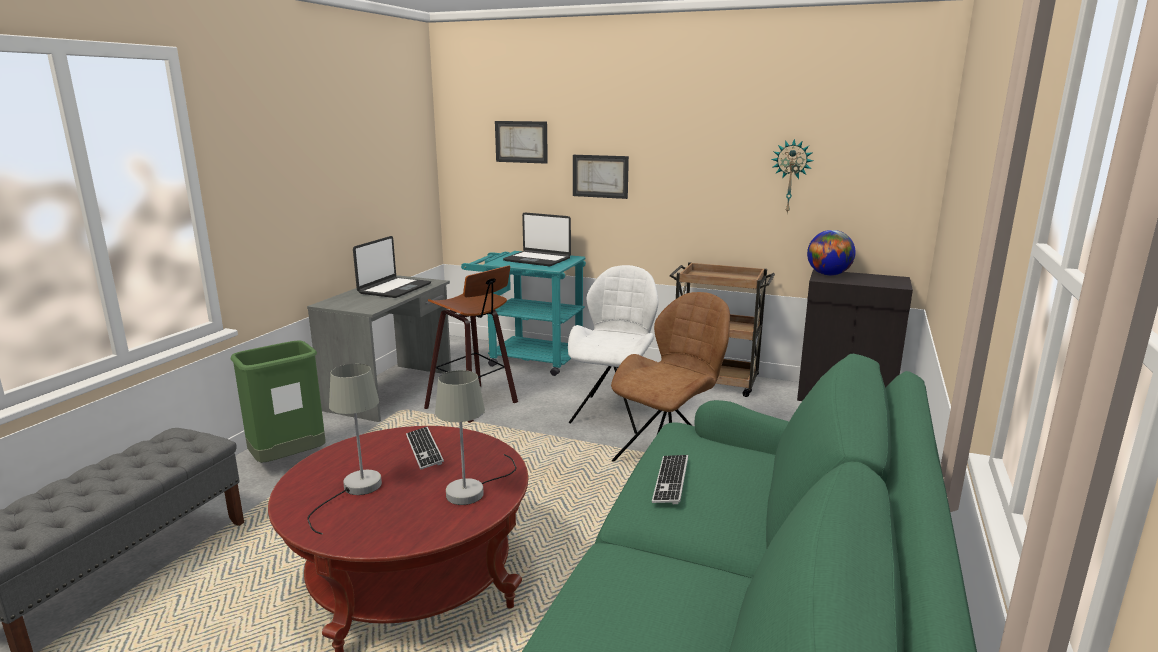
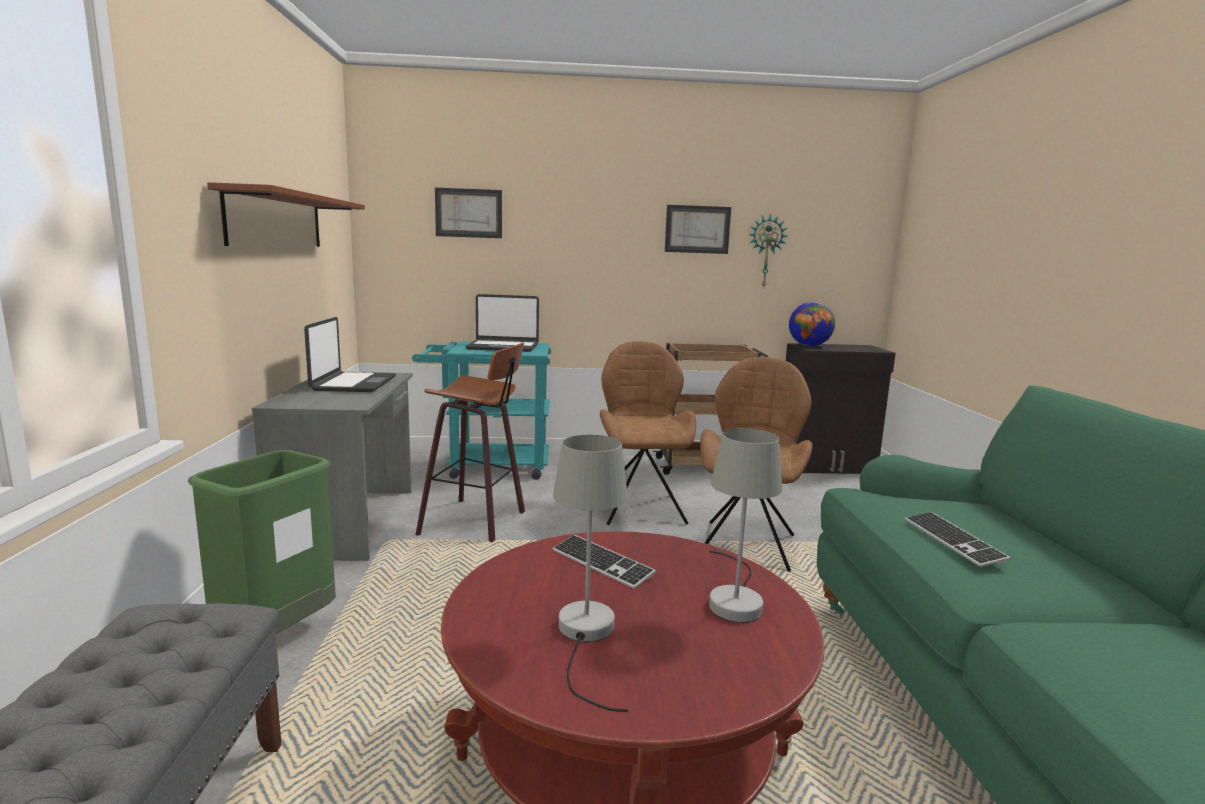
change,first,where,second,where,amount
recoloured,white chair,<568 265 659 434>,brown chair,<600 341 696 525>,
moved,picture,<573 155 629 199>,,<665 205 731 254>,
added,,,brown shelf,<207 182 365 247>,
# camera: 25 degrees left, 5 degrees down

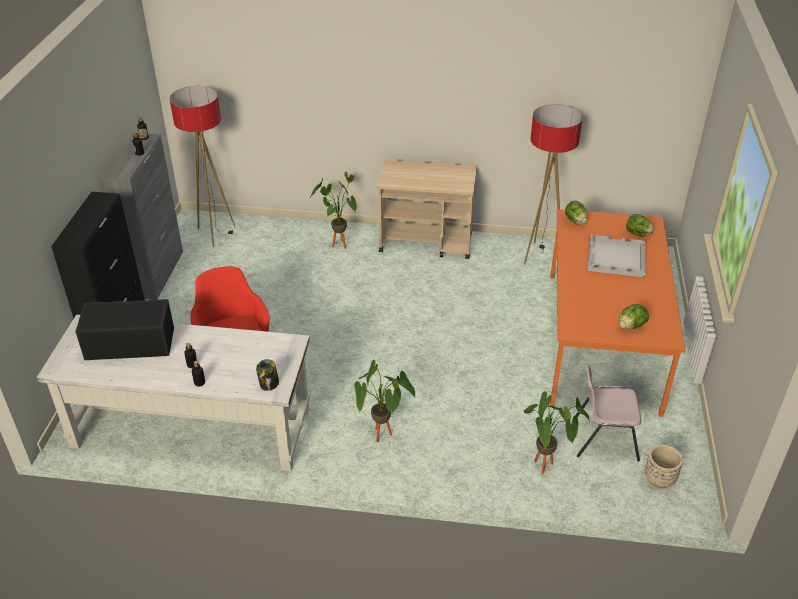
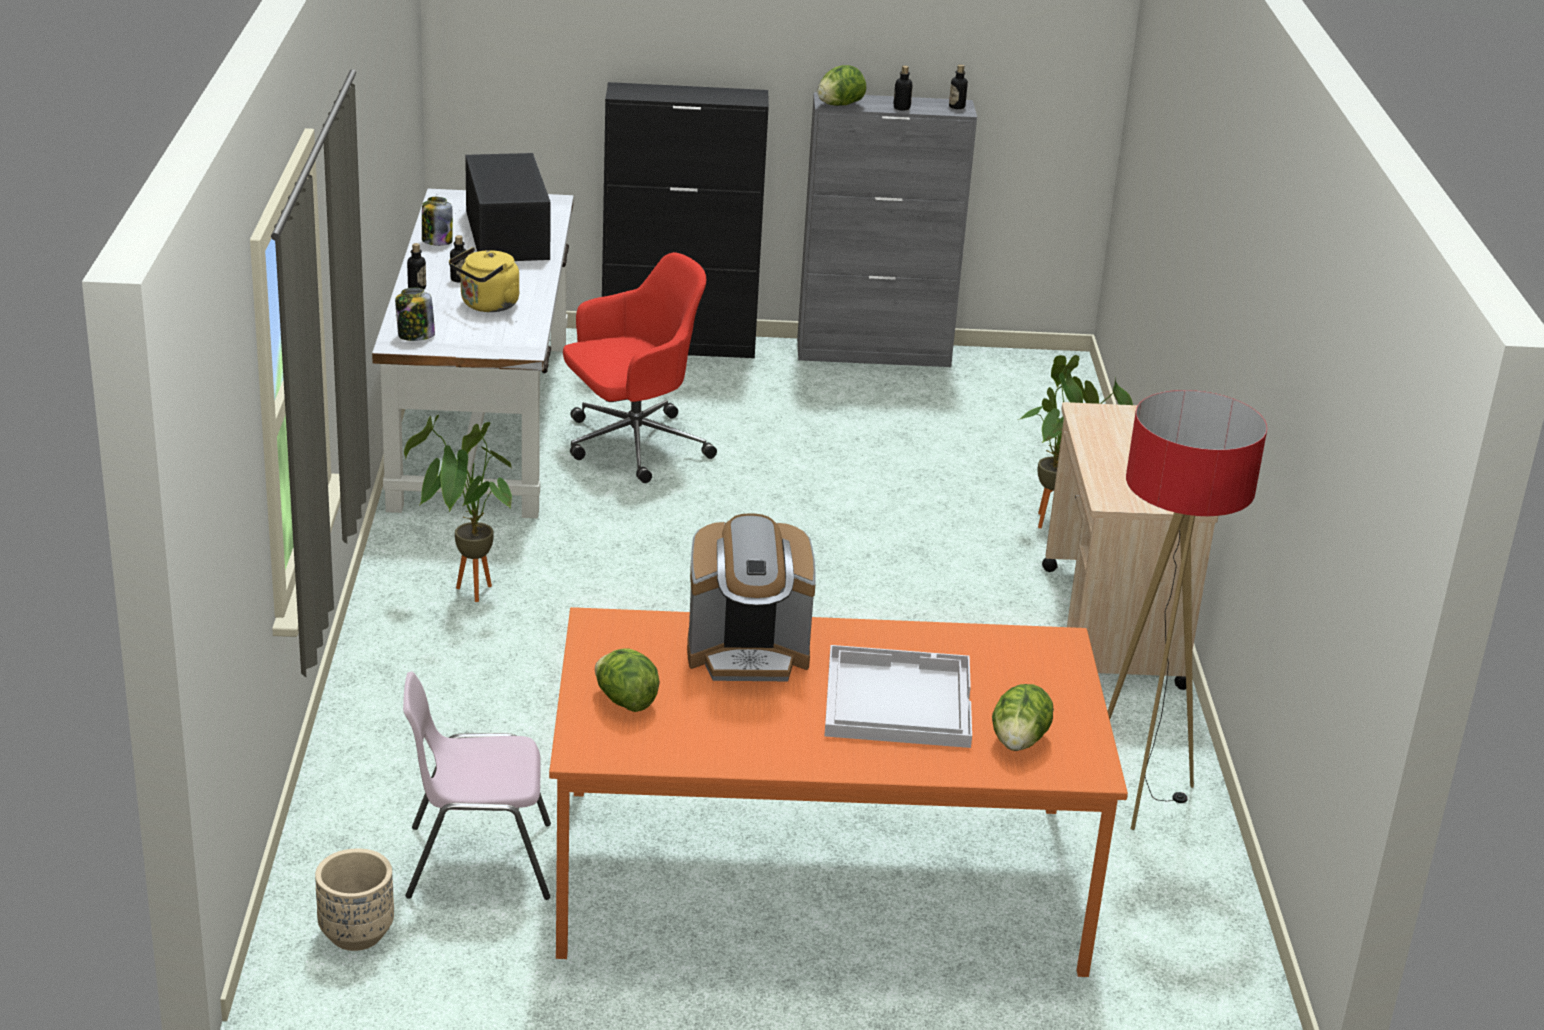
change,first,where,second,where,amount
removed,floor lamp,<170 86 236 247>,,,
removed,potted plant,<524 391 589 475>,,,
moved,lettuce,<565 201 587 224>,,<817 65 866 106>,
turned,pink chair,<576 364 641 462>,,<403 672 551 900>,90 degrees counterclockwise
added,,,jar,<422 197 453 246>,
added,,,yellow kettle,<449 247 519 312>,
added,,,coffee machine,<687 514 816 681>,
# camera: 80 degrees right, 10 degrees down

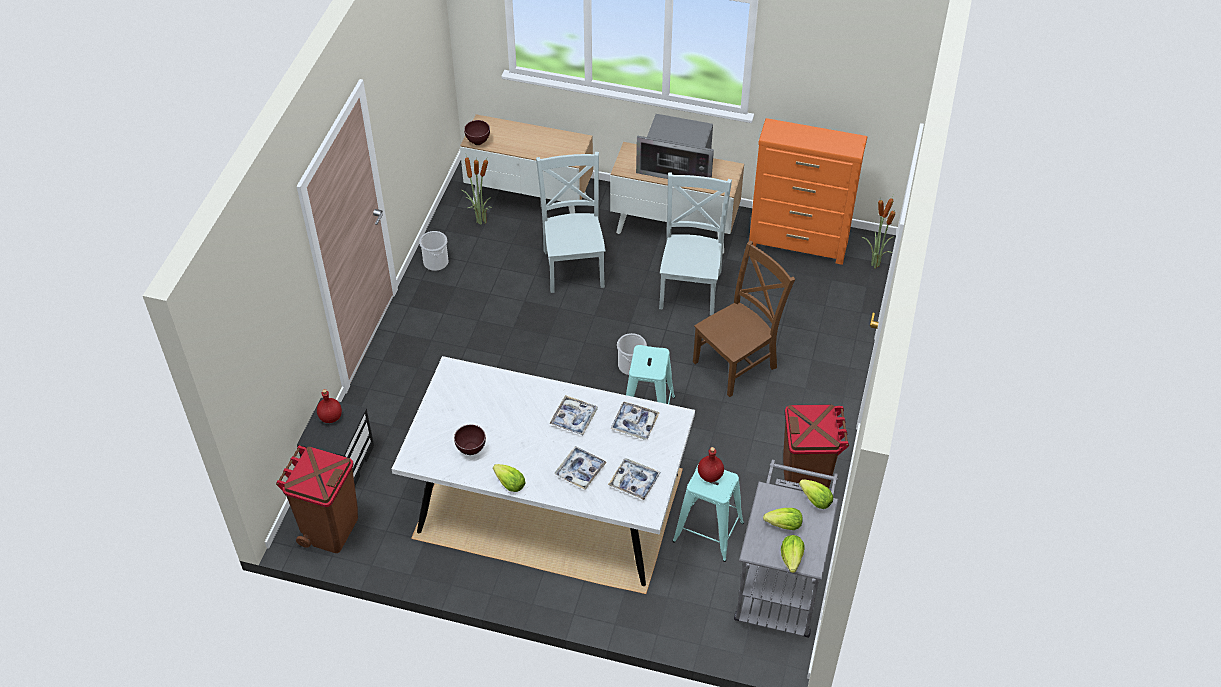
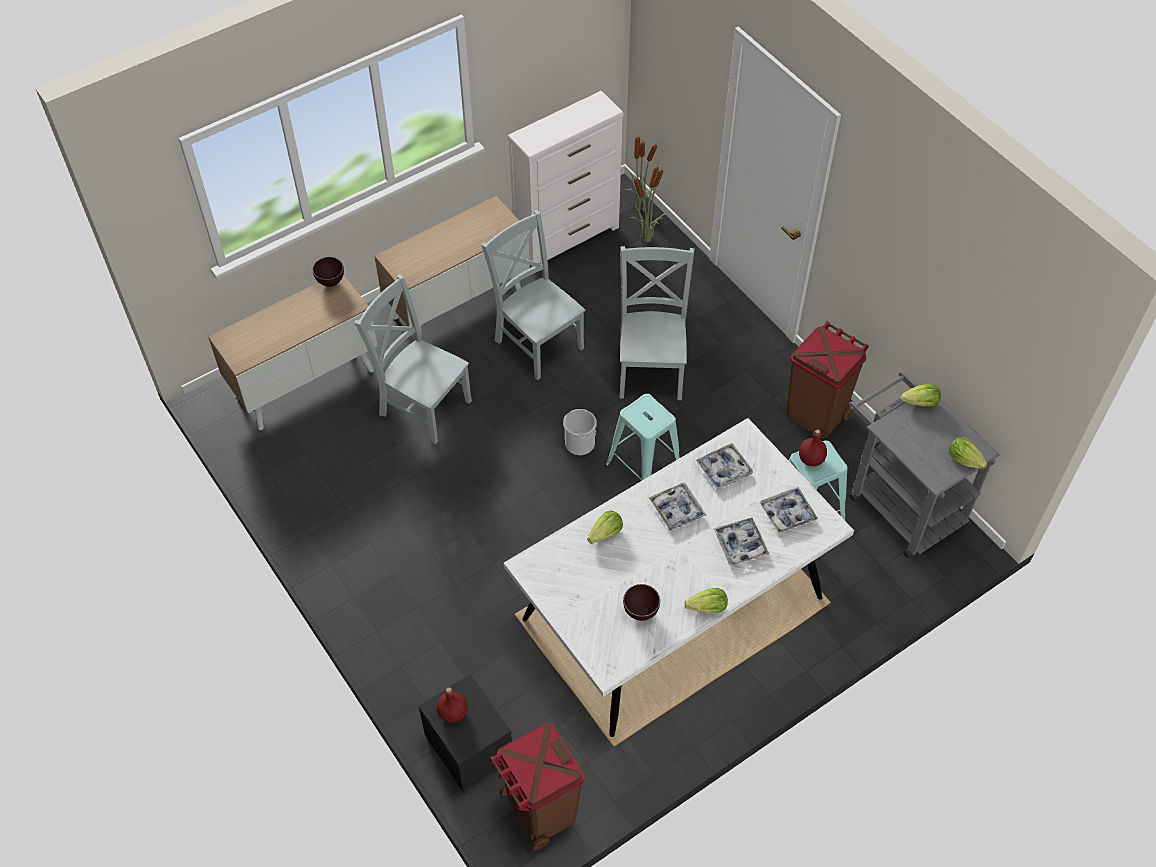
change,first,where,second,where,amount
removed,bucket,<419 231 449 271>,,,
moved,potted plant,<462 155 492 224>,,<630 161 668 243>,
moved,brown bowl,<464 120 490 145>,,<312 257 344 287>,
removed,microwave,<636 114 714 179>,,,
recoloured,brown chair,<693 241 795 397>,grey chair,<619 246 695 400>,
recoloured,orange dresser,<749 118 867 265>,white dresser,<508 91 624 268>,
moved,lettuce,<763 508 803 530>,,<587 510 623 544>,
# camera: 50 degrees left, 5 degrees up

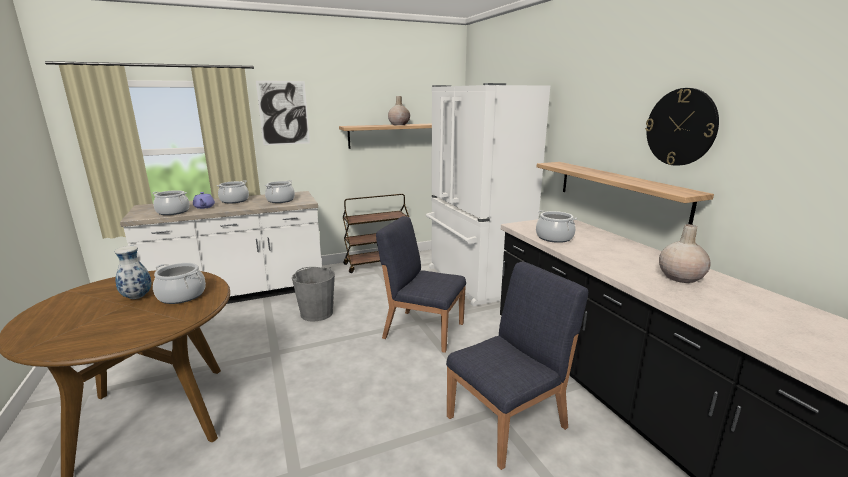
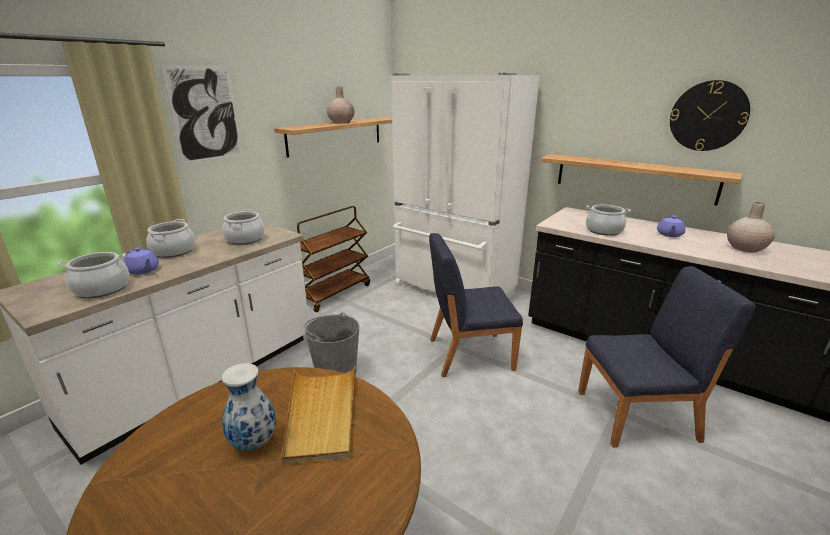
change,first,where,second,where,amount
replaced,cooking pot,<153 263 206 304>,beige tray,<281 366 355 464>,
turned,blue chair,<446 261 588 470>,,<578 266 755 448>,60 degrees clockwise
added,,,purple teapot,<657 216 686 237>,
# camera: 30 degrees left, 5 degrees up

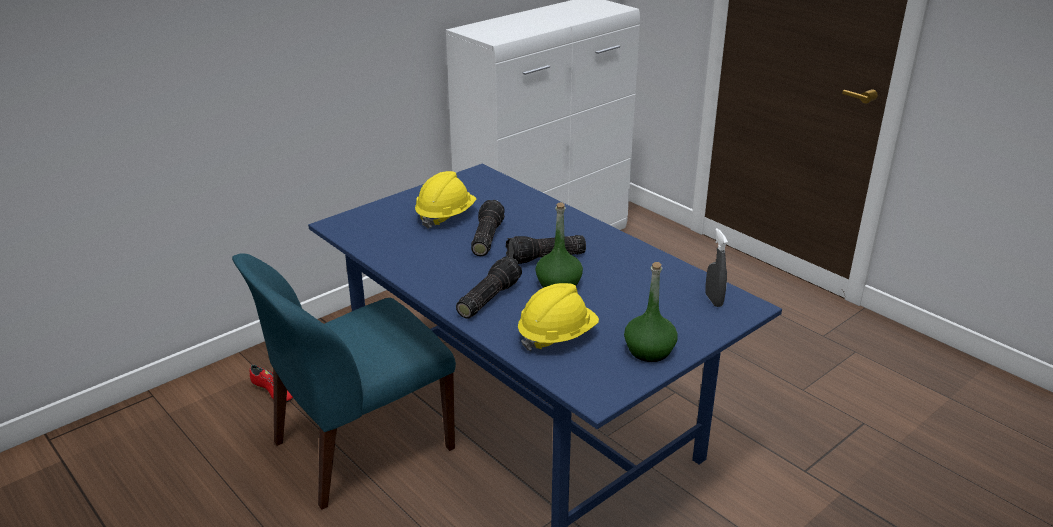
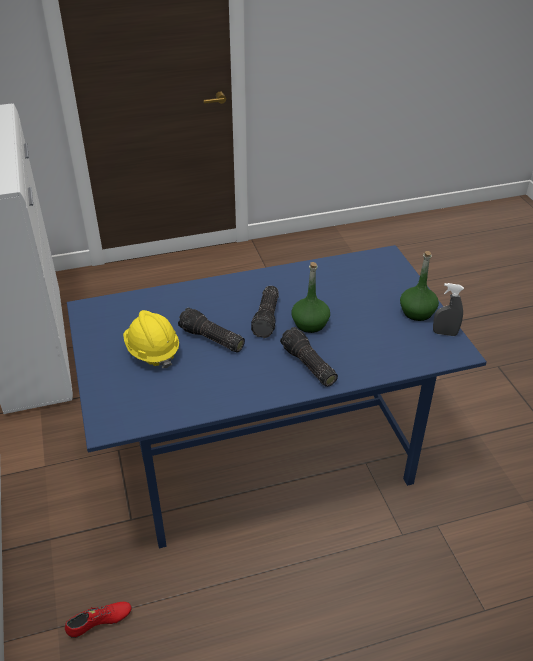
change,first,where,second,where,amount
removed,blue chair,<232 253 456 510>,,,
removed,yellow hard hat,<518 283 599 351>,,,
moved,grey spray bottle,<705 228 728 307>,,<433 283 464 336>,
# camera: 65 degrees left, 10 degrees up

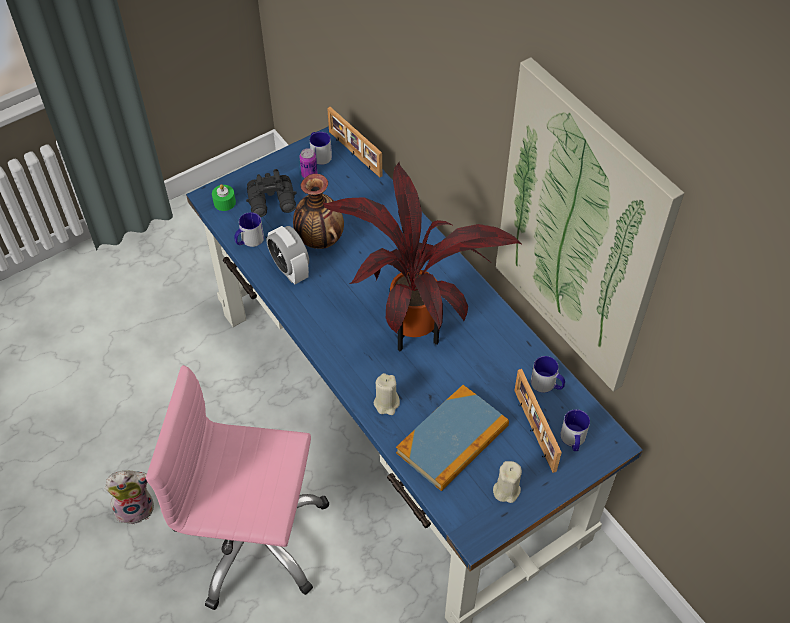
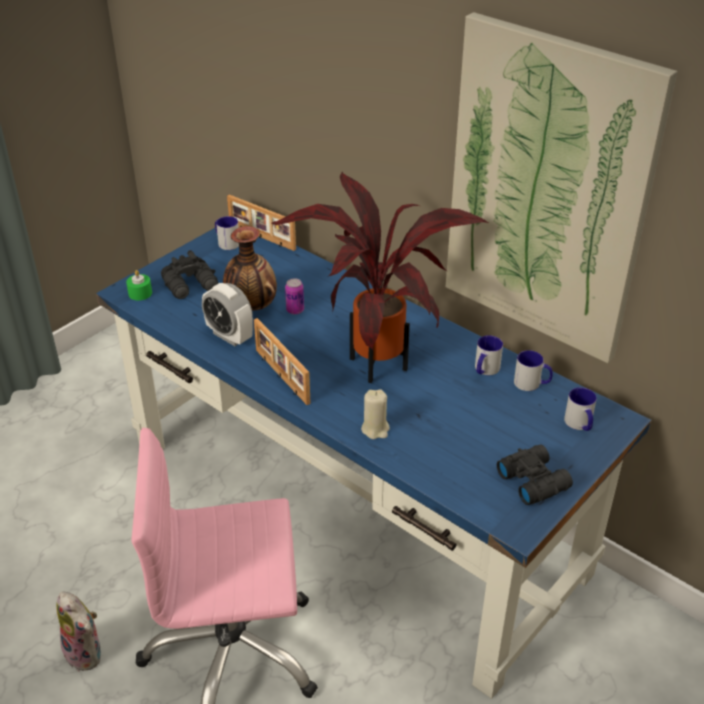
change,first,where,second,where,amount
turned,plush toy,<105 471 154 526>,,<56 591 101 672>,75 degrees clockwise
moved,mug,<234 212 264 247>,,<475 335 503 375>,
moved,can,<300 148 317 178>,,<285 278 304 314>,
removed,book,<396 385 509 491>,,,
replaced,beige candle,<493 461 522 503>,black binoculars,<497 445 573 505>,
moved,picture frame,<514 369 562 473>,,<254 318 311 405>,
# camera: 15 degrees left, 15 degrees down

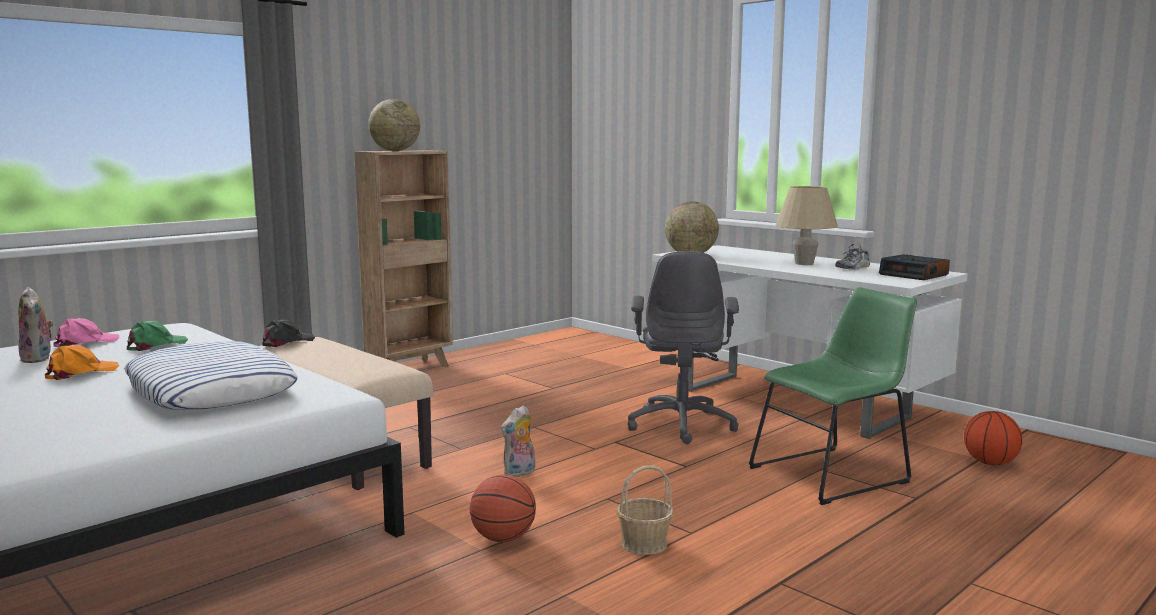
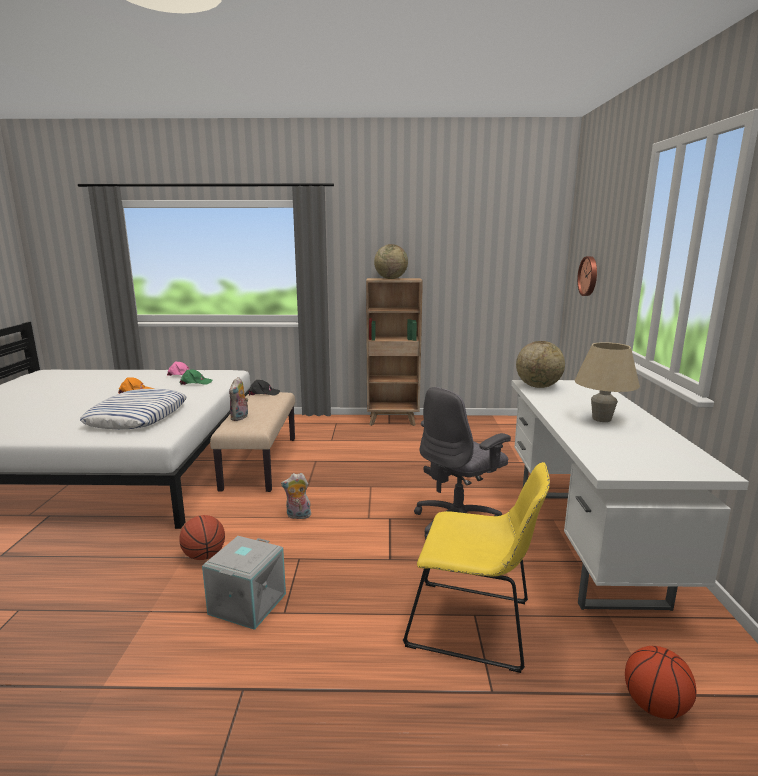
change,first,where,second,where,amount
moved,plush toy,<18 287 54 363>,,<229 377 248 421>,
replaced,basket,<616 465 673 555>,grey storage box,<202 536 286 630>,
recoloured,green chair,<749 287 917 505>,yellow chair,<403 462 550 673>,
removed,shoe,<835 244 870 270>,,,
removed,alarm clock,<879 254 950 280>,,,
added,,,wall clock,<577 256 597 296>,
# camera: 45 degrees right, 5 degrees up

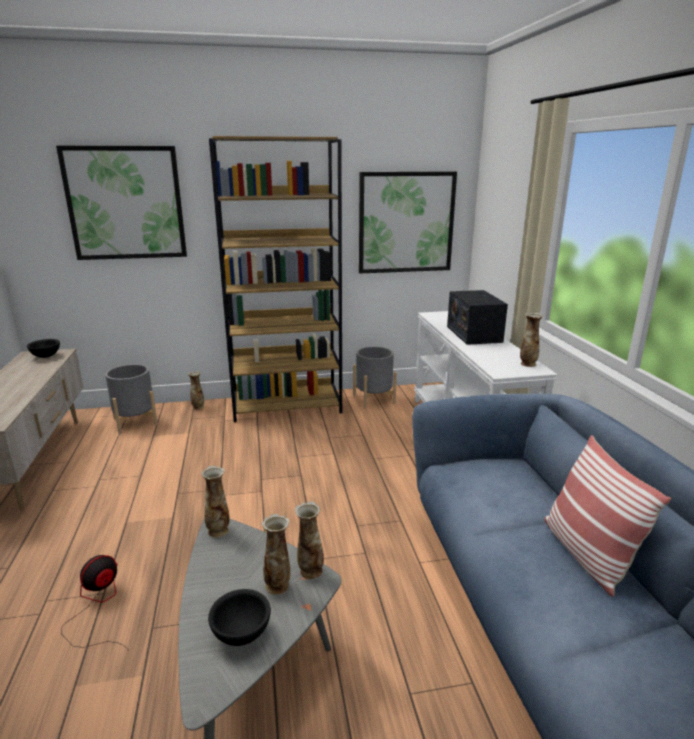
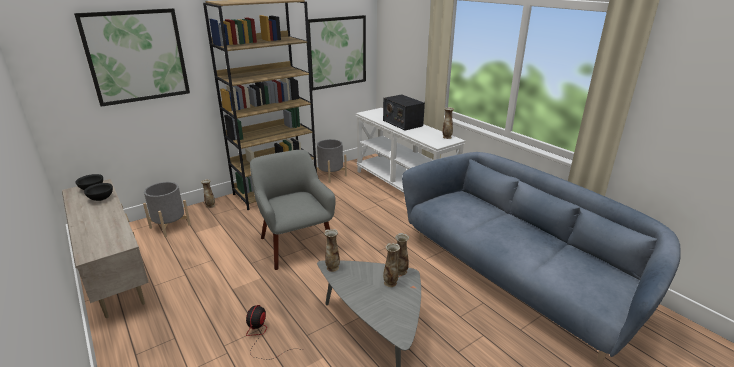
change,first,where,second,where,amount
moved,black bowl,<208 589 271 646>,,<84 183 113 201>,
removed,pillow,<544 435 671 597>,,,
added,,,grey armchair,<250 150 336 270>,
# camera: 25 degrees left, 5 degrees up

